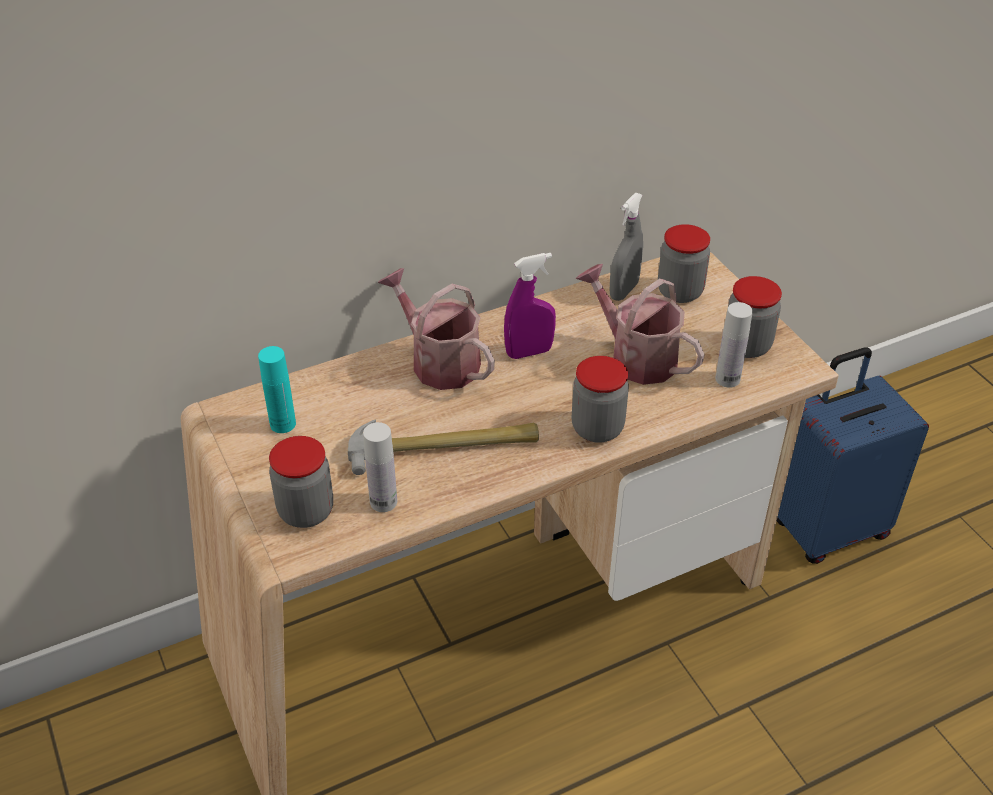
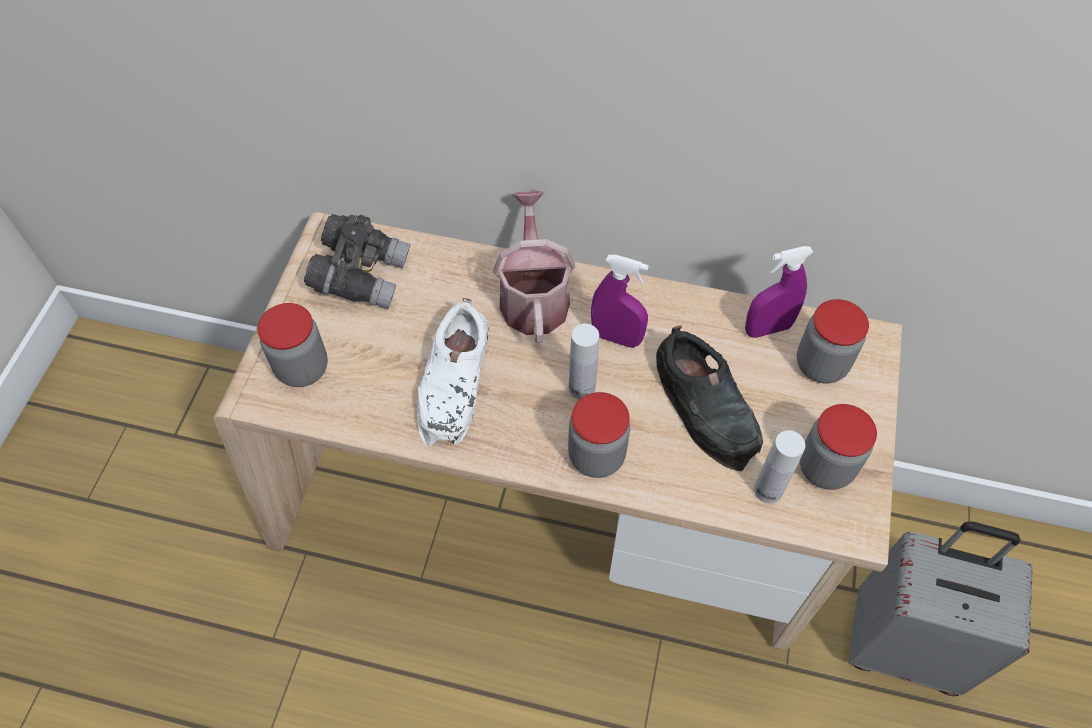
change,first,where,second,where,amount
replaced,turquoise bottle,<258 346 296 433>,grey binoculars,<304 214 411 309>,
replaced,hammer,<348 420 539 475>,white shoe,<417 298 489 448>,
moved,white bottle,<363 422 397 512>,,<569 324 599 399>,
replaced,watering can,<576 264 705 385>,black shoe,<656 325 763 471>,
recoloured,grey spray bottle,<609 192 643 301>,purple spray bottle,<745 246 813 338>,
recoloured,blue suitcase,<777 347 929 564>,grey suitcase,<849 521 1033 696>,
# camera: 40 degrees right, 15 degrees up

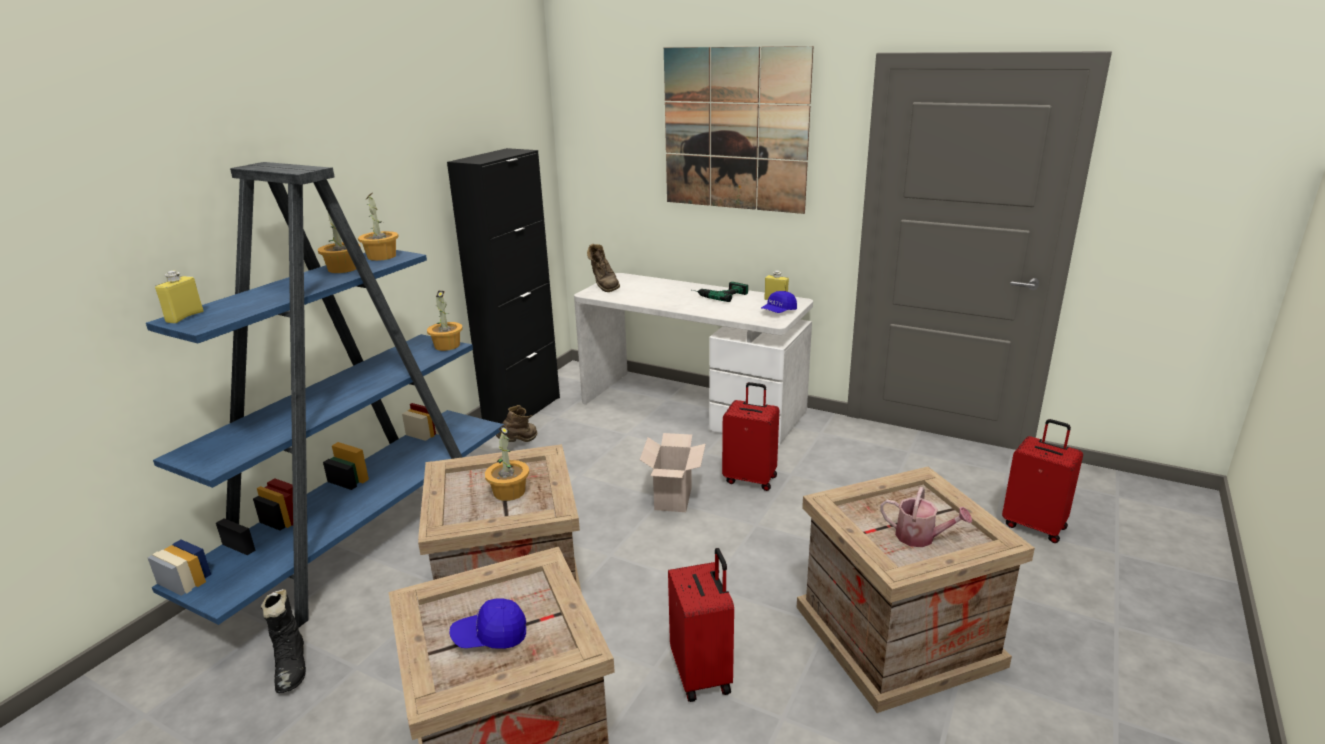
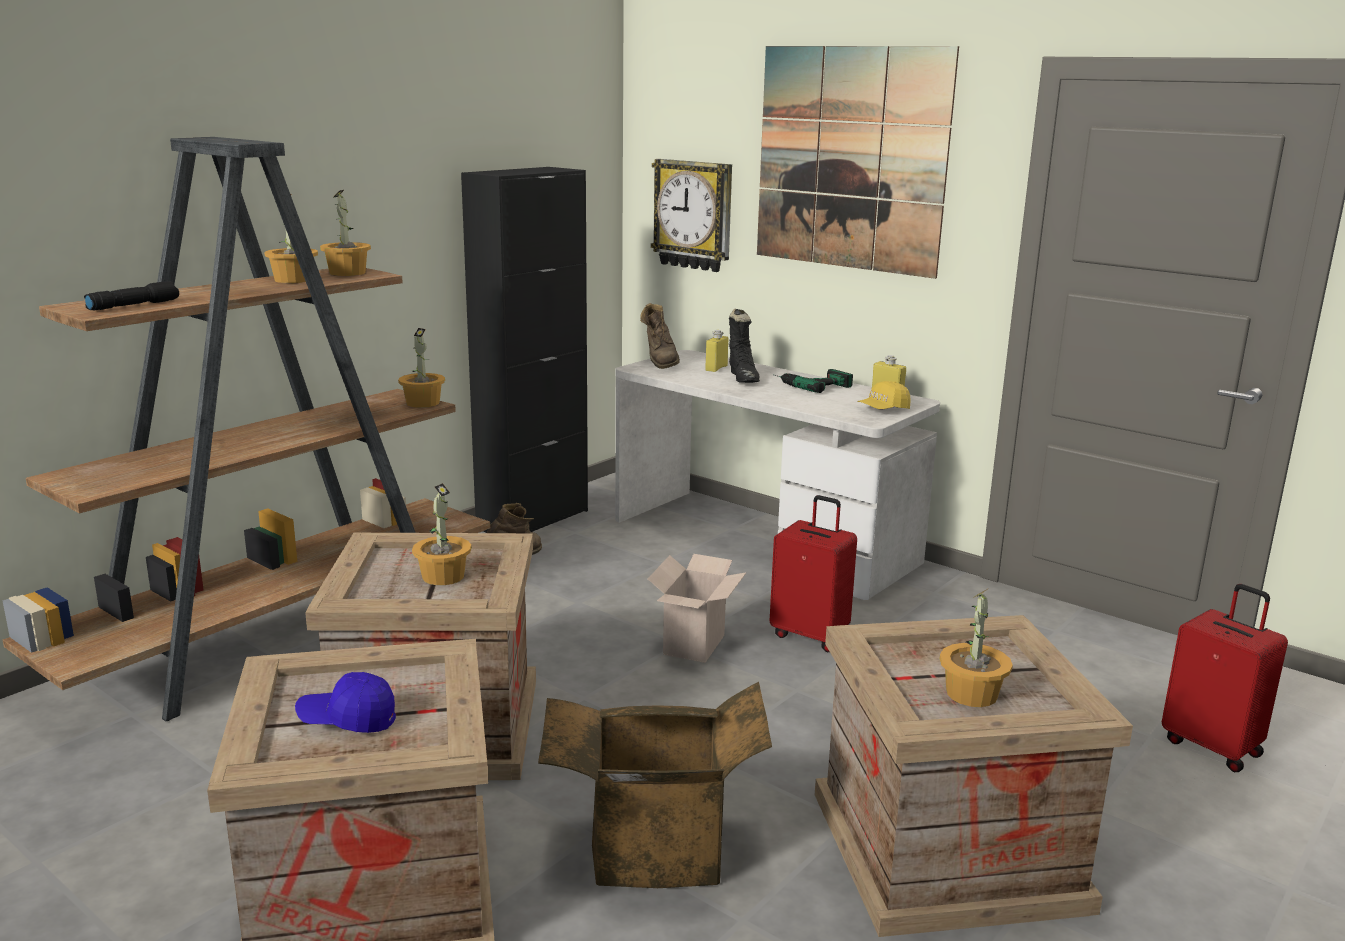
change,first,where,second,where,amount
recoloured,blue bookcase,<146 162 504 628>,brown bookcase,<2 137 490 721>,
moved,yellow bottle,<155 271 203 323>,,<705 330 728 372>,
moved,black boot,<261 589 306 693>,,<729 308 760 383>,
replaced,red suitcase,<668 548 734 702>,cardboard box,<538 682 772 888>,
recoloured,blue cap,<761 291 797 313>,yellow cap,<857 381 911 409>,
replaced,watering can,<880 487 972 547>,potted plant,<939 588 1013 707>,
added,,,black flashlight,<84 281 179 311>,
added,,,wall clock,<651 159 732 272>,
# camera: 10 degrees right, 5 degrees down

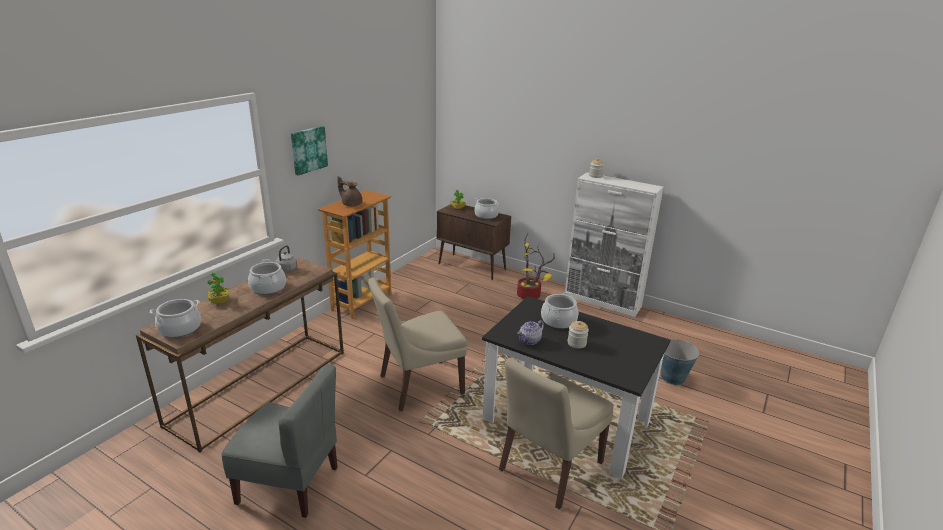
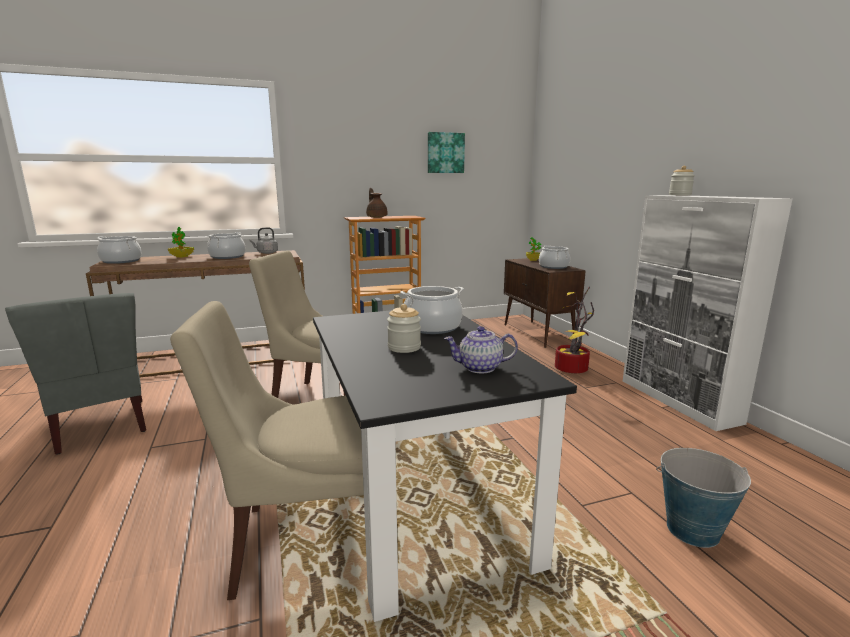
change,first,where,second,where,amount
moved,picture,<291 126 328 175>,,<428 132 465 173>,
moved,teapot,<517 320 544 345>,,<444 326 518 373>,
# camera: 40 degrees right, 10 degrees down

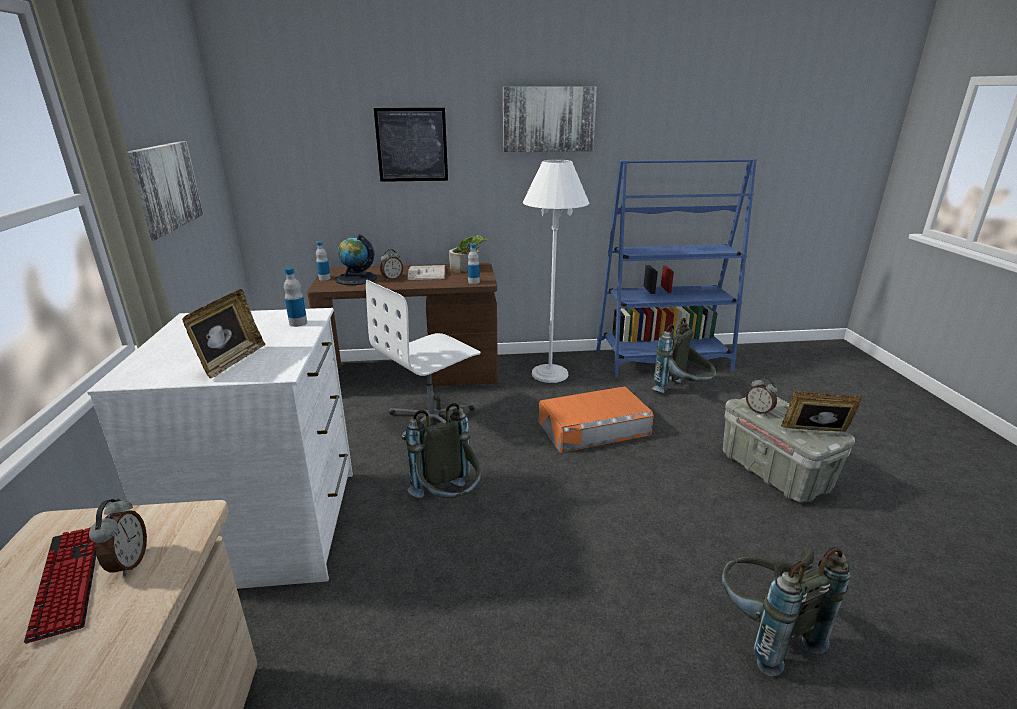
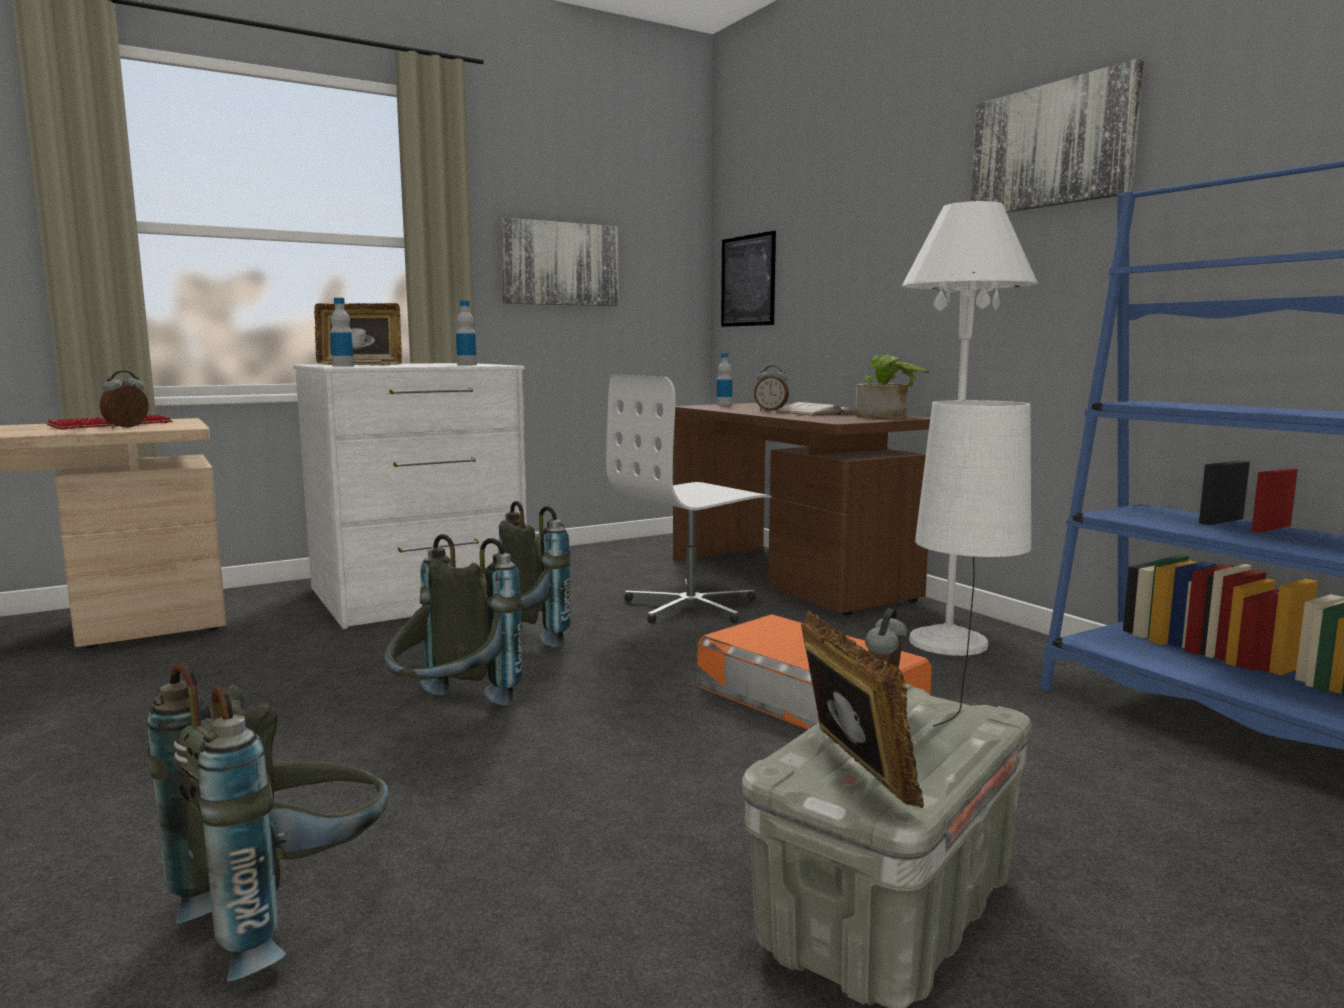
change,first,where,second,where,amount
turned,alarm clock,<89 498 147 577>,,<99 370 149 428>,150 degrees clockwise
removed,globe,<336 234 377 285>,,,
turned,white office chair,<366 280 481 440>,,<606 374 772 623>,60 degrees counterclockwise
moved,picture,<374 108 448 182>,,<721 230 776 327>,
moved,bottle,<468 244 480 284>,,<330 298 354 366>,
moved,grey backpack,<652 318 716 393>,,<384 534 523 705>,
added,,,white table lamp,<915 400 1031 727>,
# camera: 65 degrees right, 15 degrees down

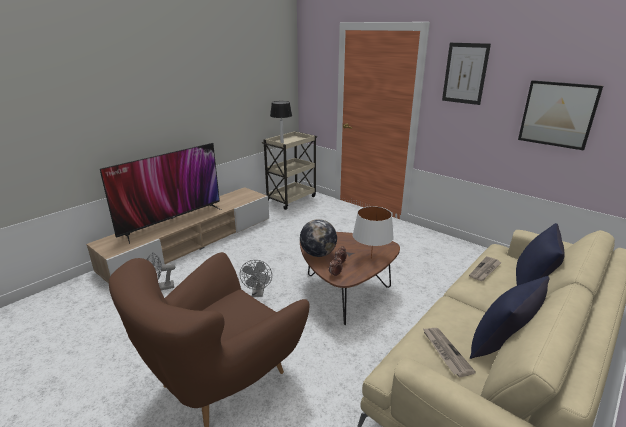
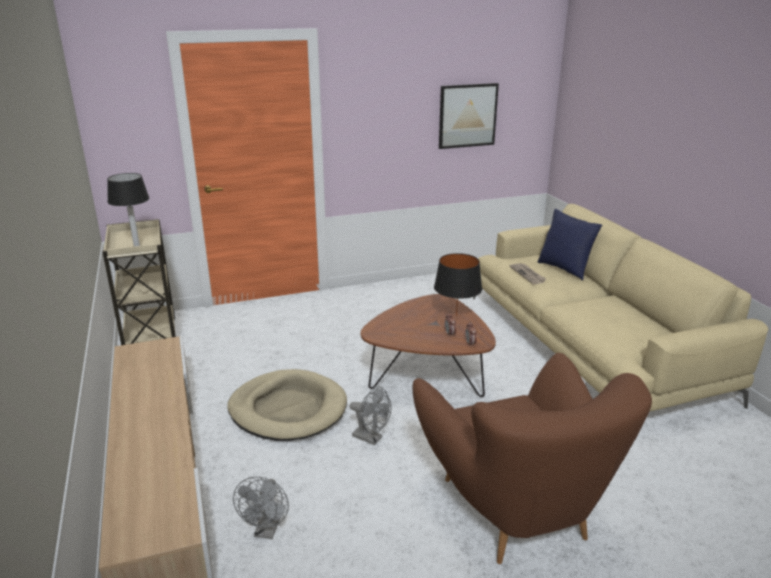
change,first,where,second,where,amount
removed,television,<100 143 221 244>,,,
removed,globe,<300 219 337 257>,,,
recoloured,white table lamp,<353 206 394 259>,black table lamp,<434 253 482 316>,
removed,newspaper,<423 328 476 377>,,,
removed,picture,<442 43 491 105>,,,
removed,blue pillow,<470 276 550 359>,,,
added,,,beige dog bed,<227 369 347 441>,
# camera: 60 degrees left, 0 degrees up

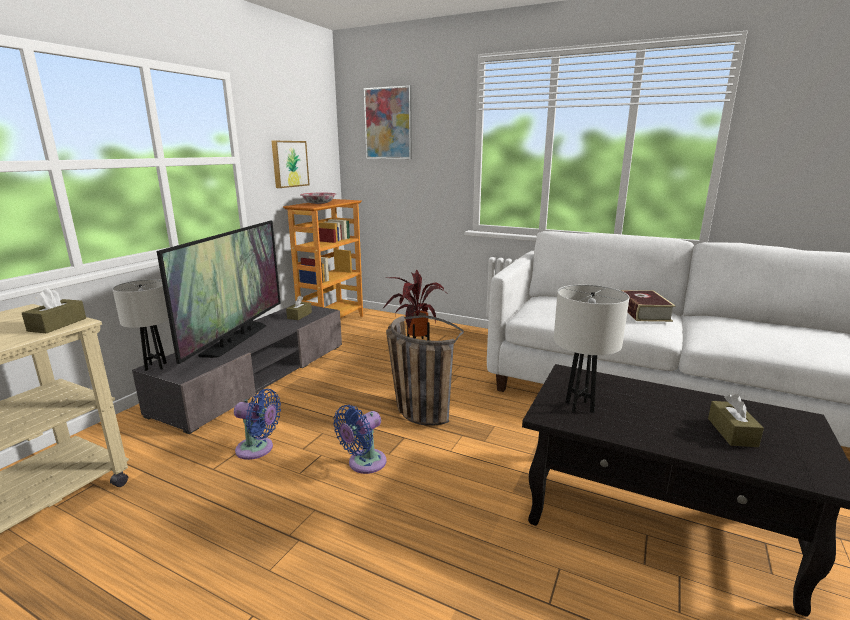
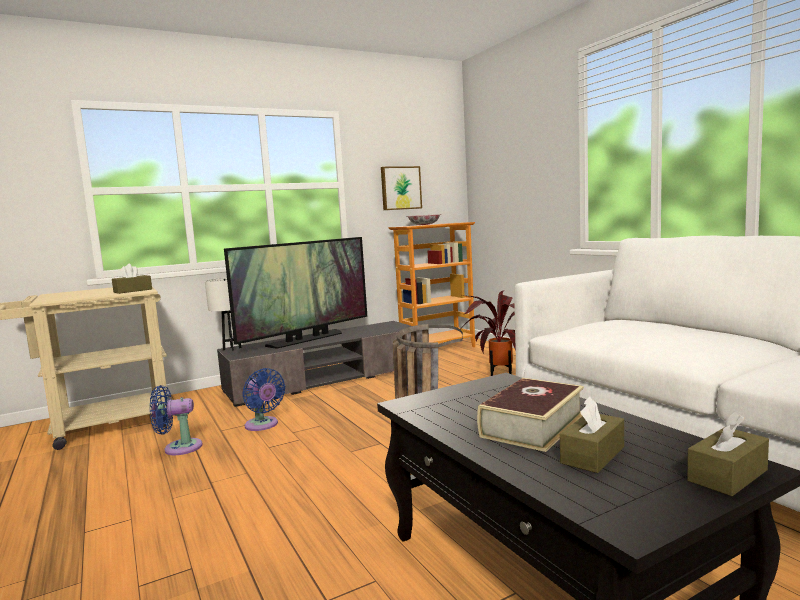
change,first,where,second,where,amount
moved,brown tissue box,<286 296 312 320>,,<687 412 769 496>,
moved,blue fan,<333 405 386 474>,,<150 385 203 455>,
removed,picture,<364 85 412 159>,,,
removed,white table lamp,<554 285 629 414>,,,
moved,book,<621 290 676 322>,,<477 378 584 452>,
# camera: 35 degrees right, 10 degrees down

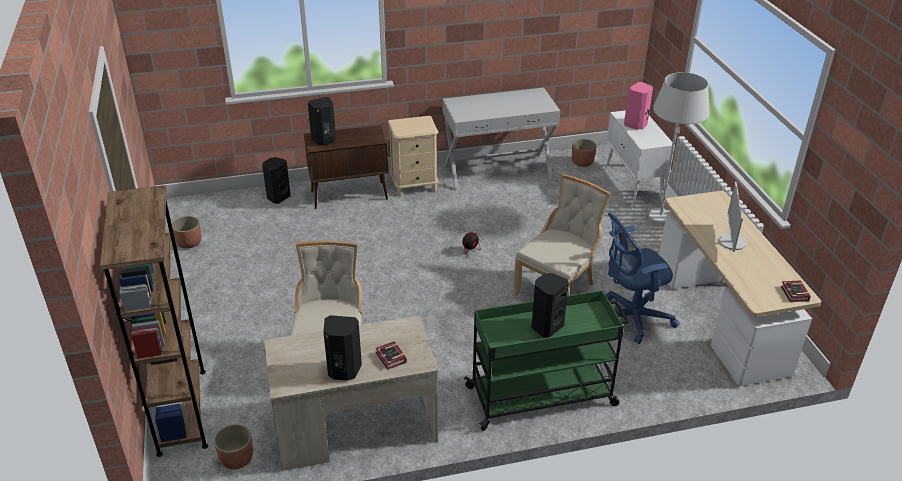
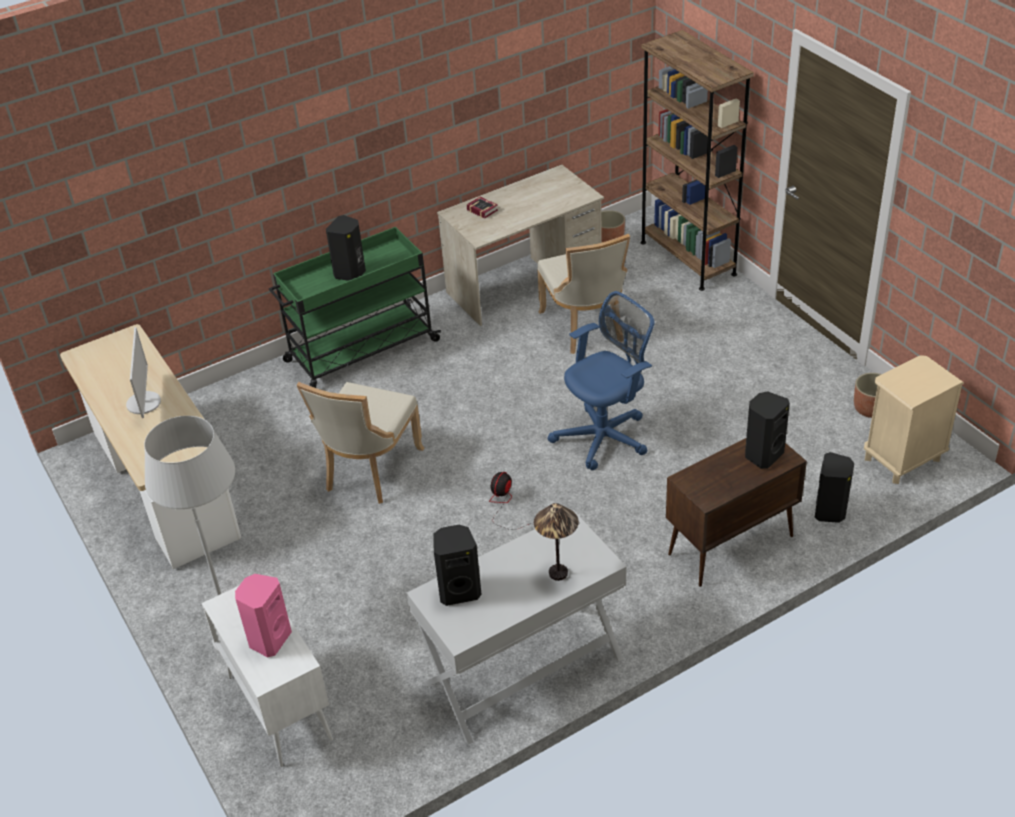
change,first,where,second,where,amount
moved,black speaker,<323 315 362 381>,,<433 525 482 606>,
moved,beige nightstand,<388 116 439 196>,,<864 355 964 484>,
removed,planter,<572 139 597 167>,,,
moved,blue office chair,<605 213 680 344>,,<547 291 655 470>,
removed,book,<781 280 811 302>,,,
added,,,table lamp,<534 503 579 581>,
# camera: 165 degrees right, 5 degrees up

